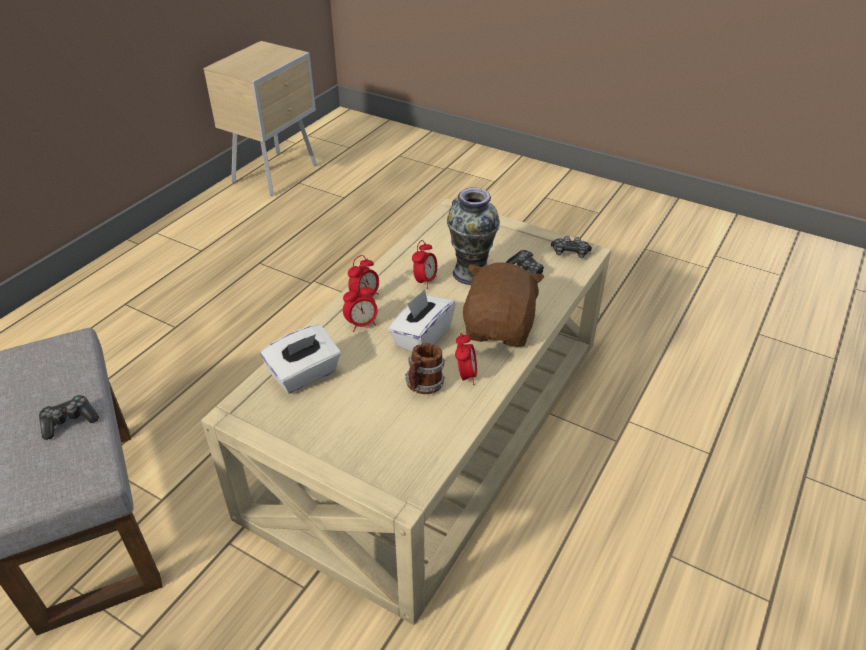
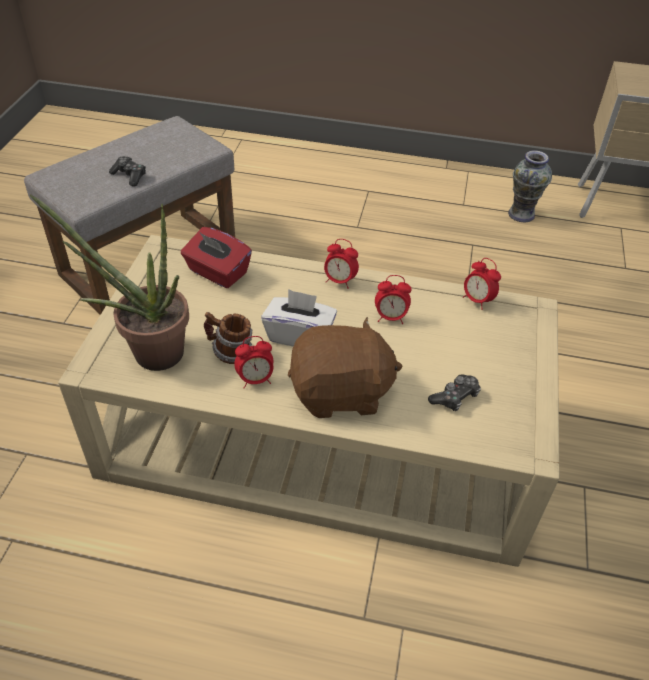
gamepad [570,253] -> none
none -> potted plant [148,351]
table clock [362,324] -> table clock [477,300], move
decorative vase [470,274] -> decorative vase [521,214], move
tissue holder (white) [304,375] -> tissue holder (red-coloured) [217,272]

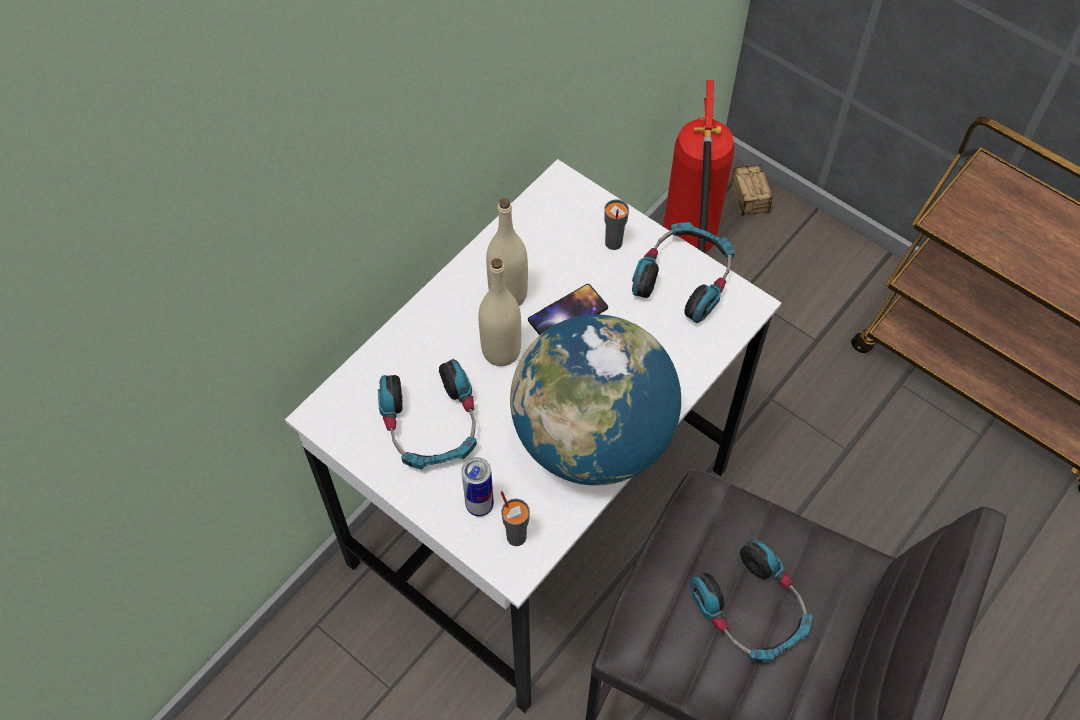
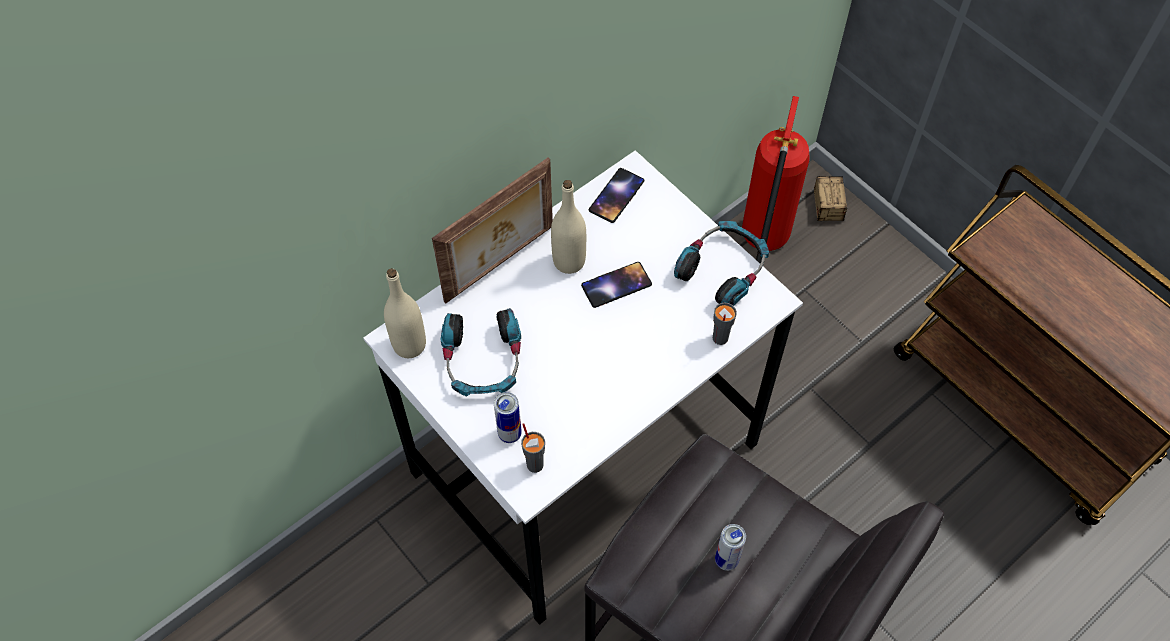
world globe [592,438] -> none
none -> photo frame [501,265]
none -> phone [616,196]
drink bottle (sand-coloured) [501,351] -> drink bottle (sand-coloured) [409,345], move
cup (grey) [613,243] -> cup (grey) [719,338], move
headphones [751,610] -> sealed can [726,560]

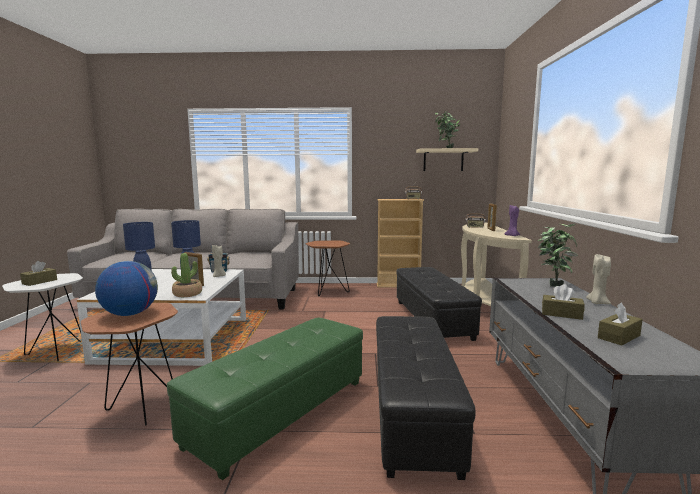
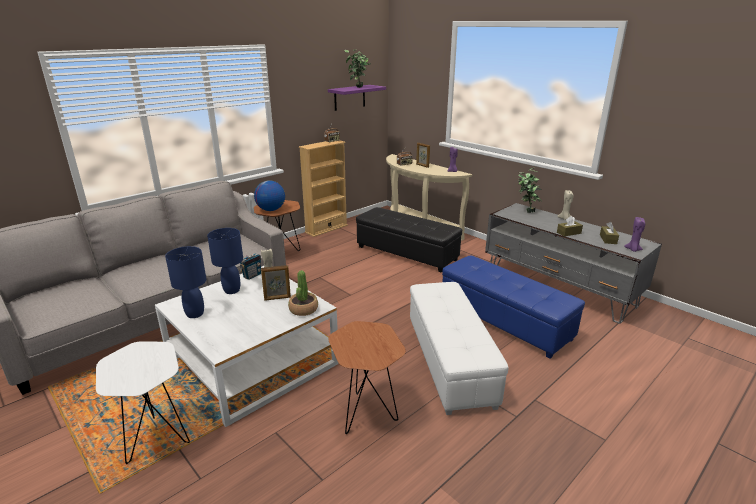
tissue holder (brown) [39,282] -> none
none -> candle (purplish) [633,249]
world globe [130,314] -> world globe [270,210], move
pouffe (green) [281,412] -> pouffe (white) [450,362]
pouffe (blackish) [414,411] -> pouffe (blue-coloured) [505,321]
wall shelf (sand-coloured) [443,160] -> wall shelf (purplish) [349,97]

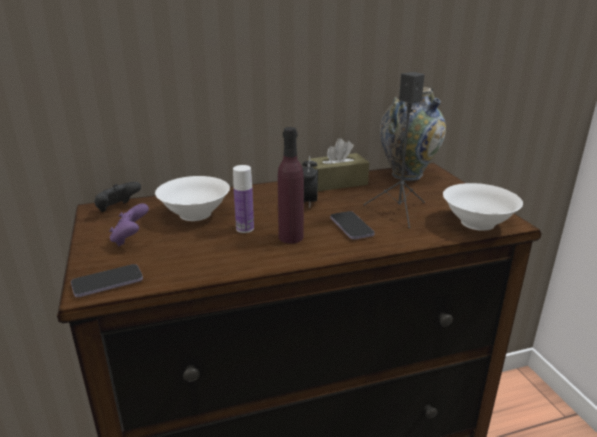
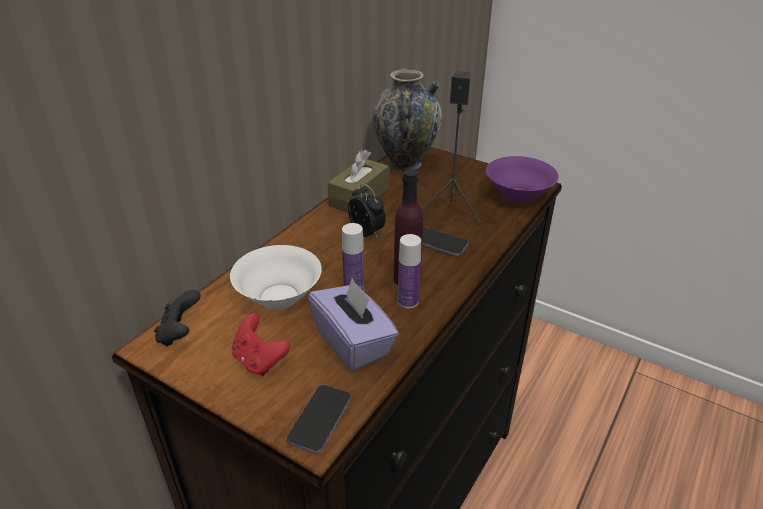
none -> tissue holder (purplish) [353,342]
none -> drink bottle [408,301]
gamepad (purplish) [130,239] -> gamepad (red-coloured) [259,360]
bowl (white) [476,223] -> bowl (purplish) [517,195]

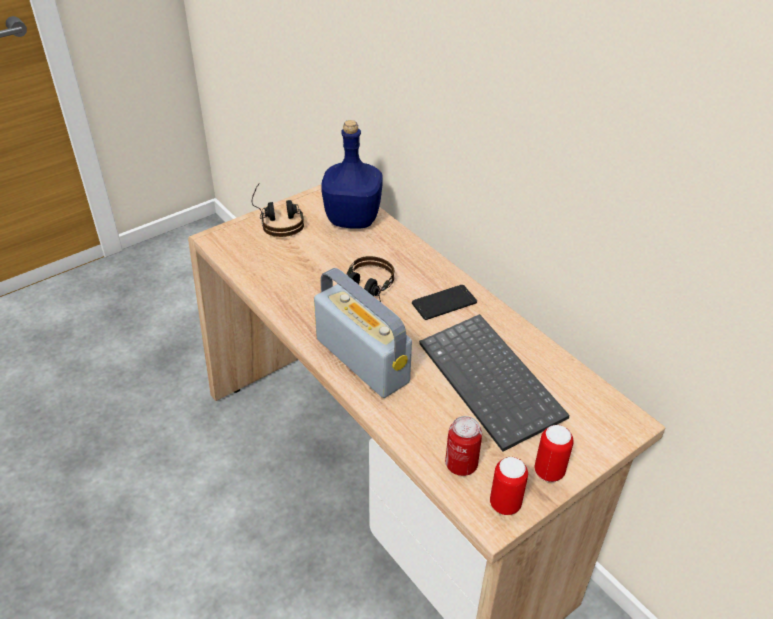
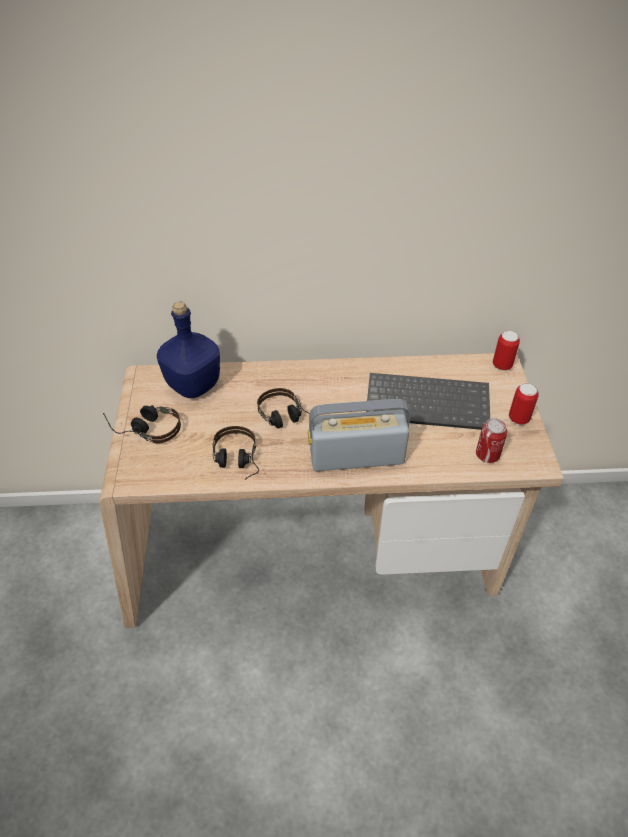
phone [444,303] -> none
none -> headphones [236,463]
sealed can [505,504] -> sealed can [502,365], move

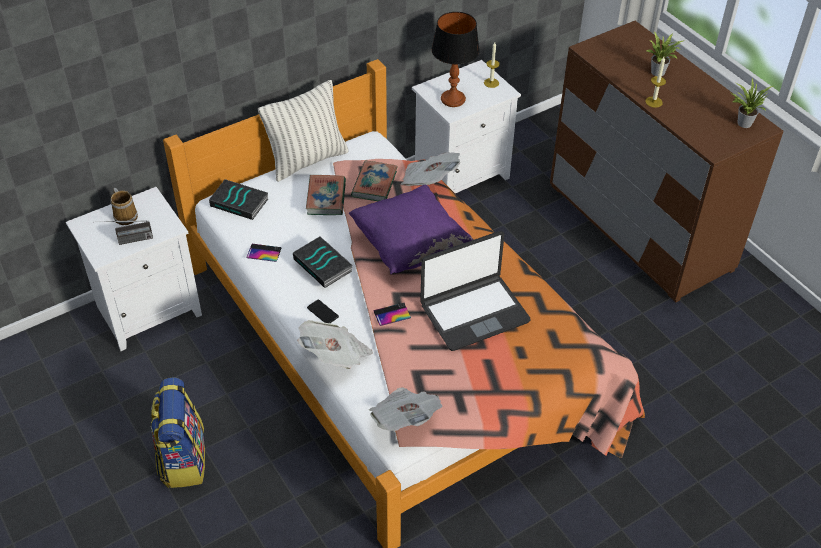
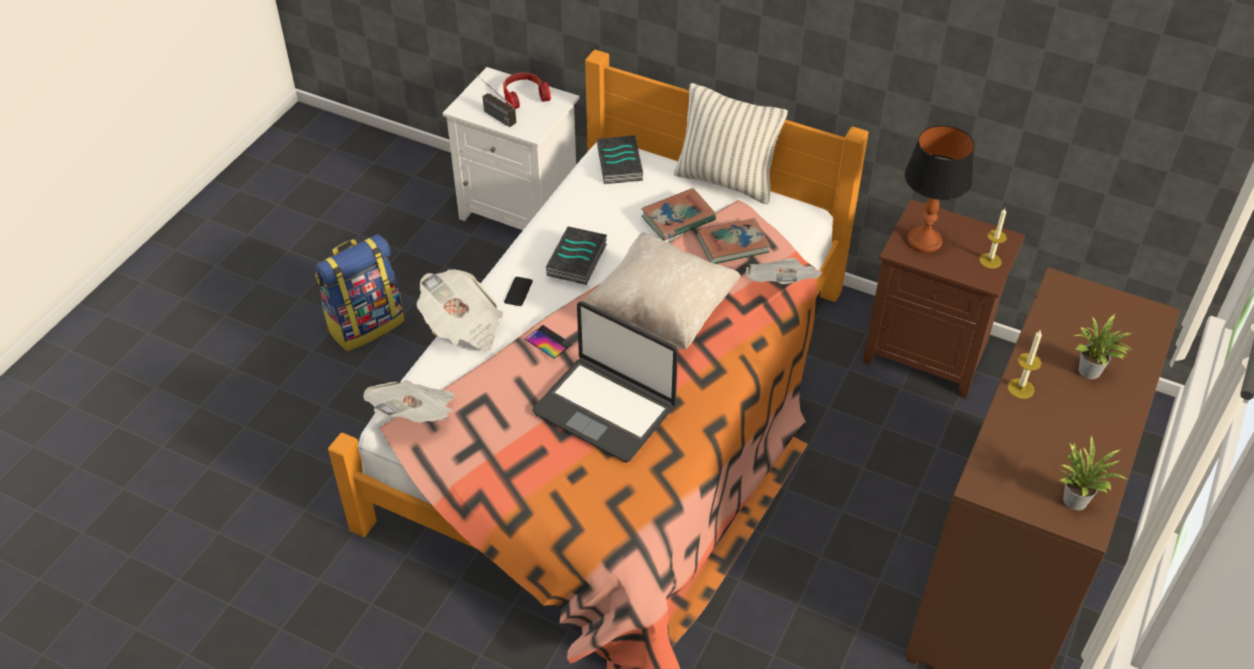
phone [264,253] -> none
coffee mug [126,215] -> headphones [524,96]
pillow (purplish) [409,246] -> pillow (sand-coloured) [661,313]
bedside table (white) [461,174] -> bedside table (brown) [929,351]

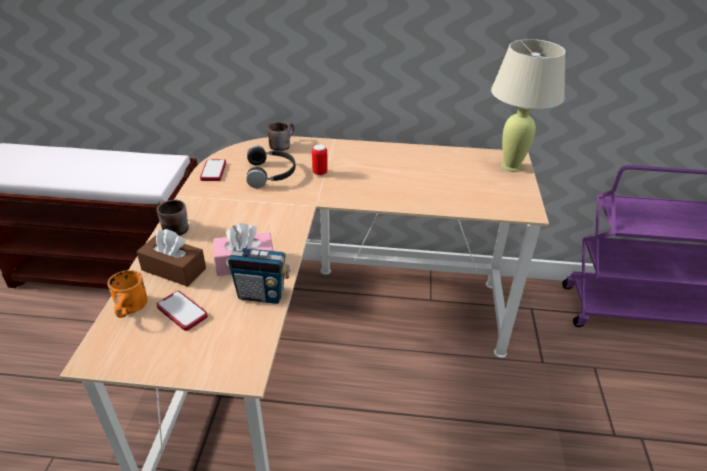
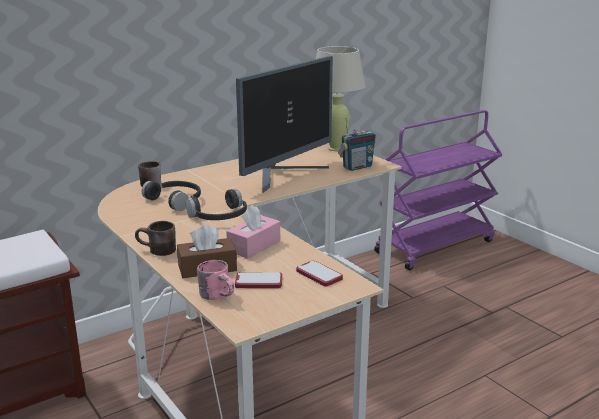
sealed can [320,173] -> none
none -> headphones (blackish) [220,216]
none -> monitor [284,175]
phone [213,171] -> phone [319,275], move
radio set [261,295] -> radio set [357,167], move
coffee mug (orange) [133,309] -> coffee mug (pink) [219,295]

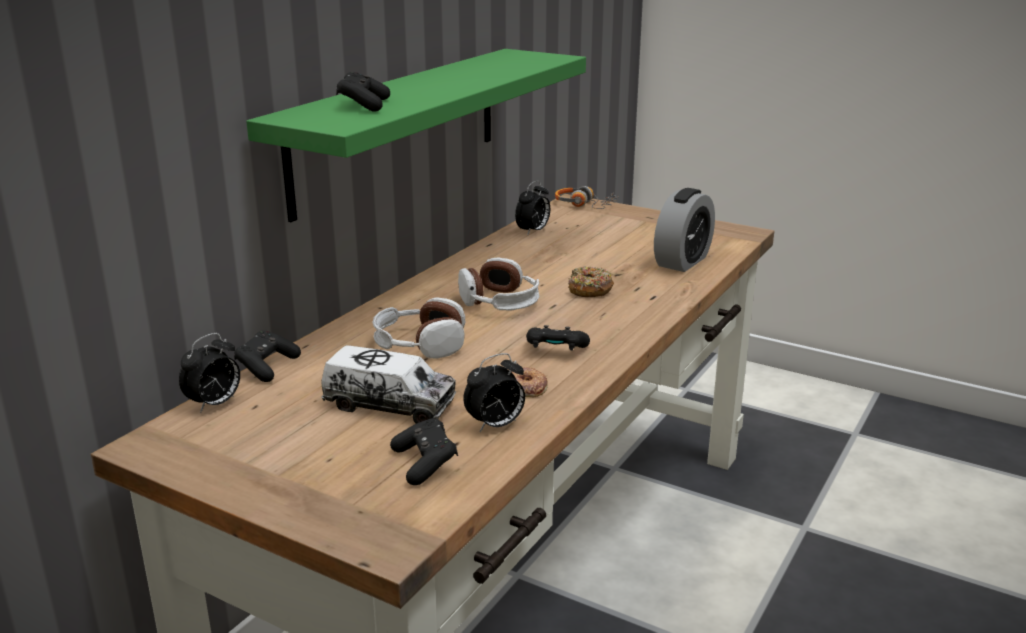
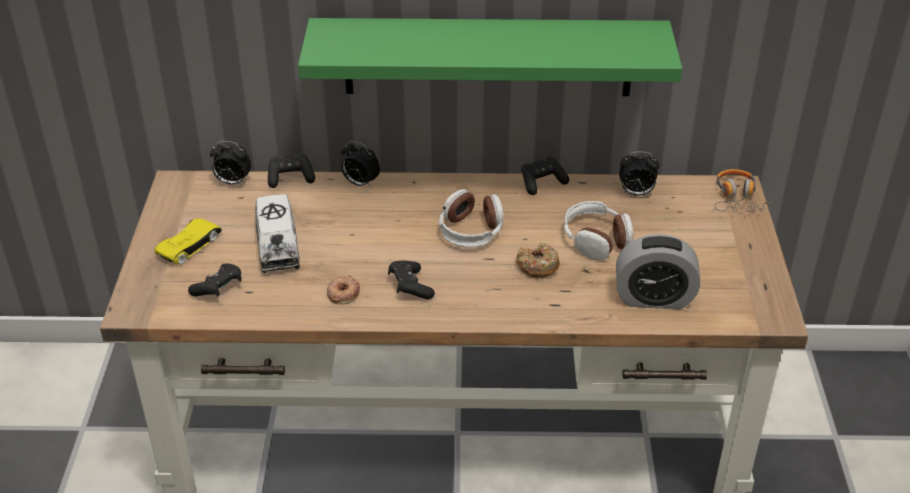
none -> toy car (yellow) [189,245]
gamepad (blackish) [363,105] -> gamepad (blackish) [542,183], move
headphones [419,344] -> headphones [596,239], move
table clock [495,425] -> table clock [360,183], move

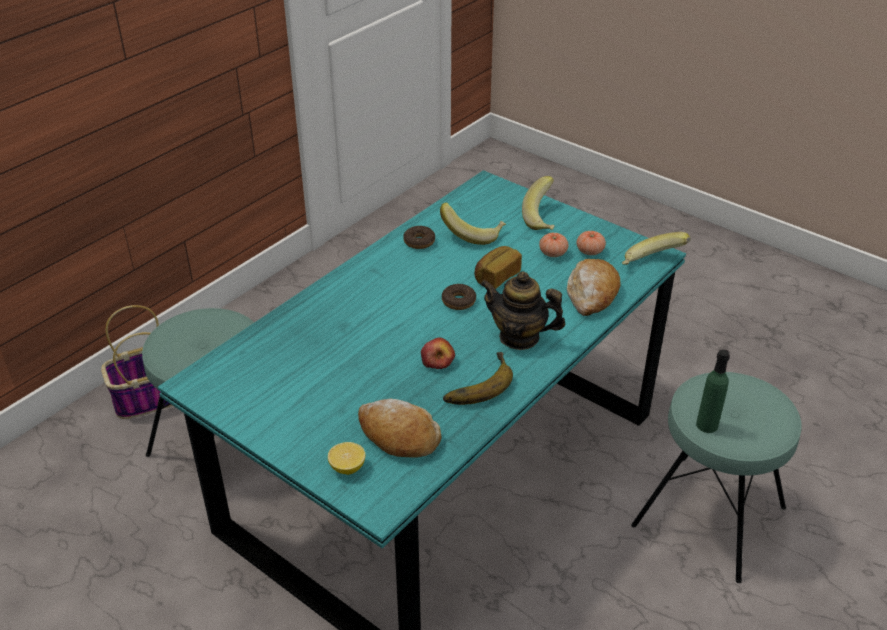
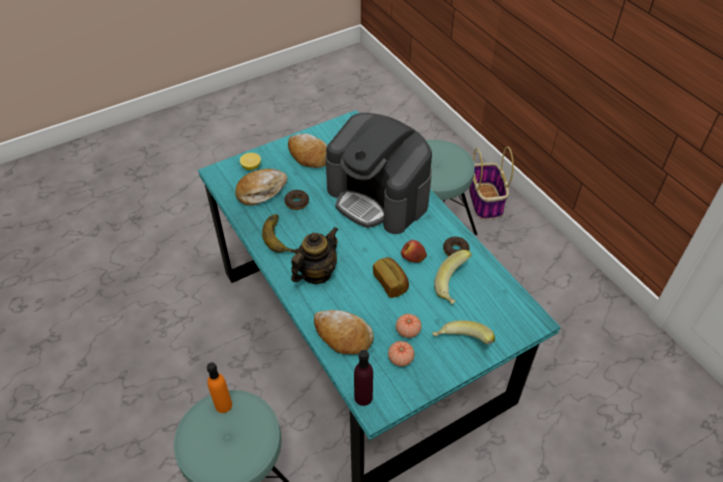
none -> bread [308,155]
none -> coffee machine [378,197]
whole apple [437,360] -> whole apple [413,256], move
ring doughnut [458,301] -> ring doughnut [297,202], move
banana [651,264] -> drink bottle (purplish) [363,397]
drink bottle (green) [707,425] -> drink bottle (orange) [223,405]

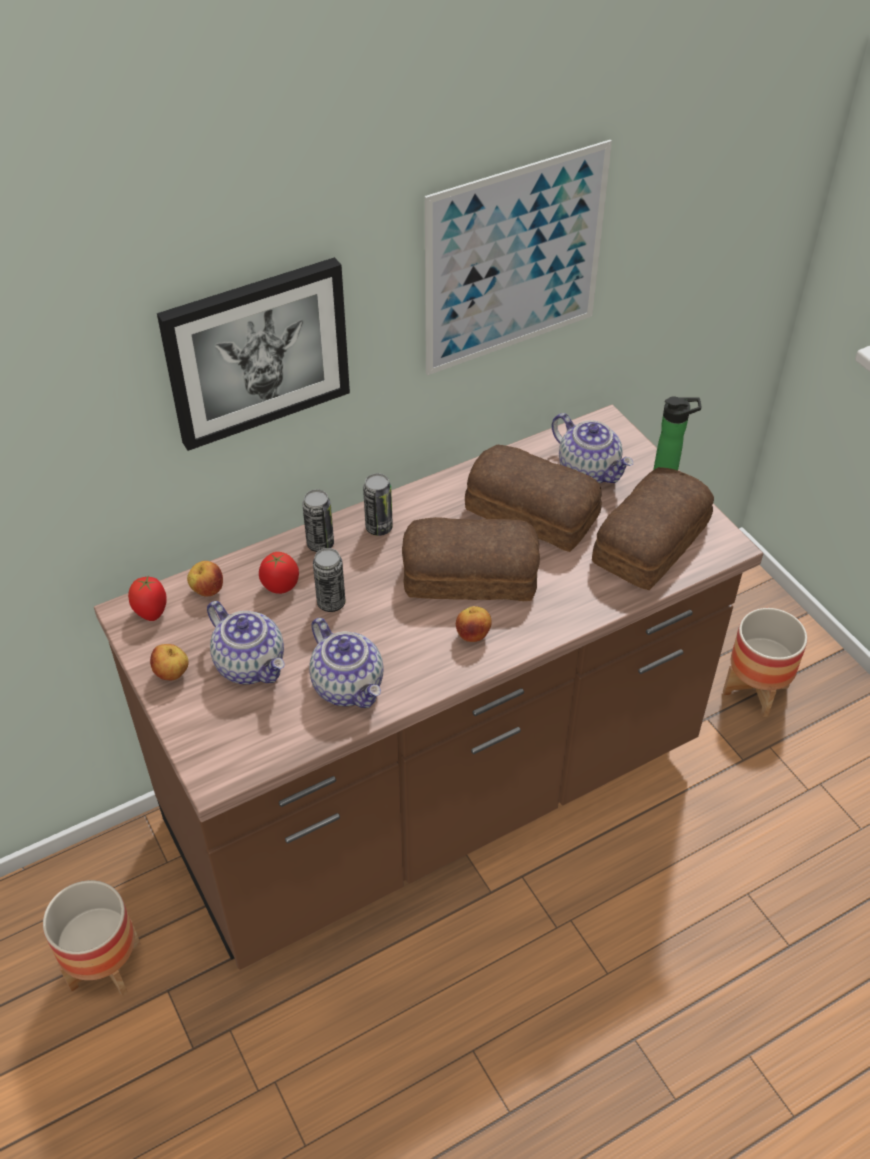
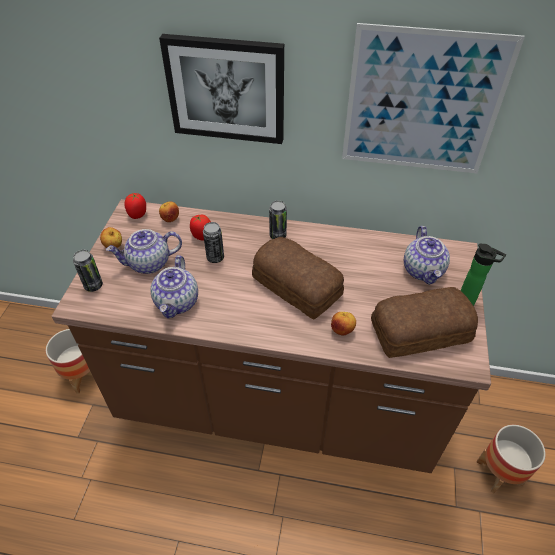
bread [531,510] -> none
sealed can [320,544] -> sealed can [93,285], move
whole apple [473,635] -> whole apple [342,330], move
pot for tea [251,664] -> pot for tea [149,264], 75 degrees clockwise

